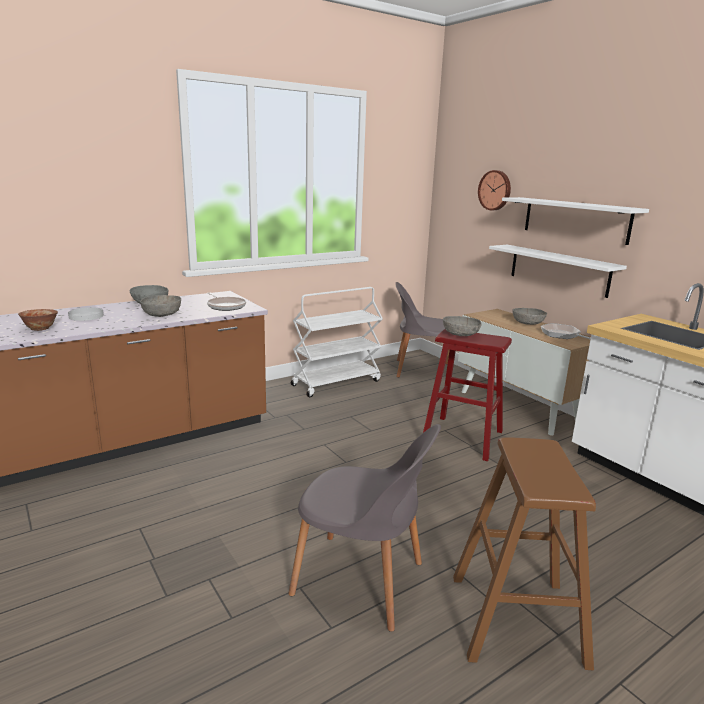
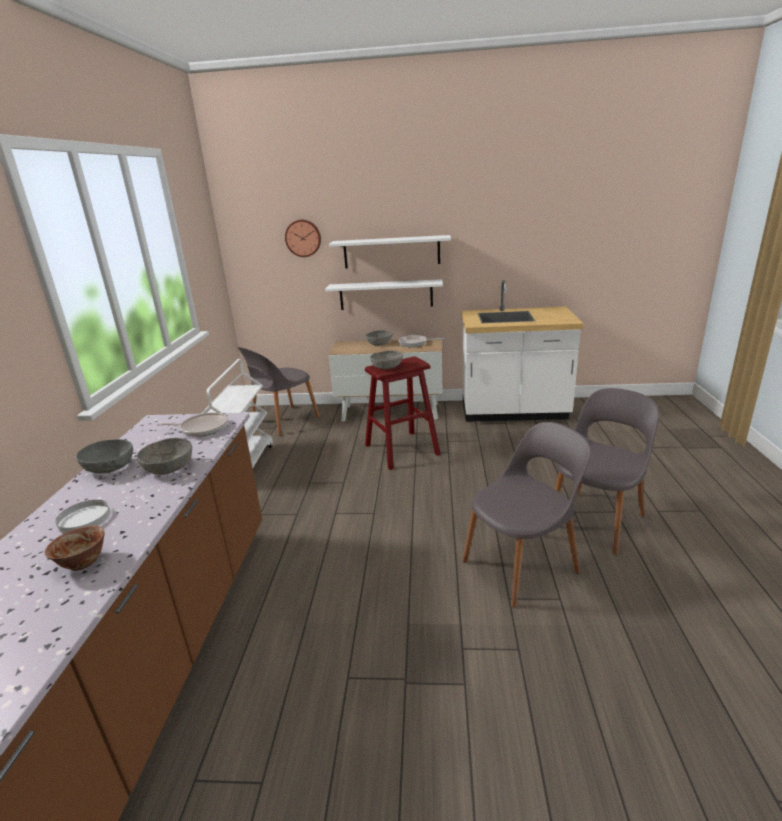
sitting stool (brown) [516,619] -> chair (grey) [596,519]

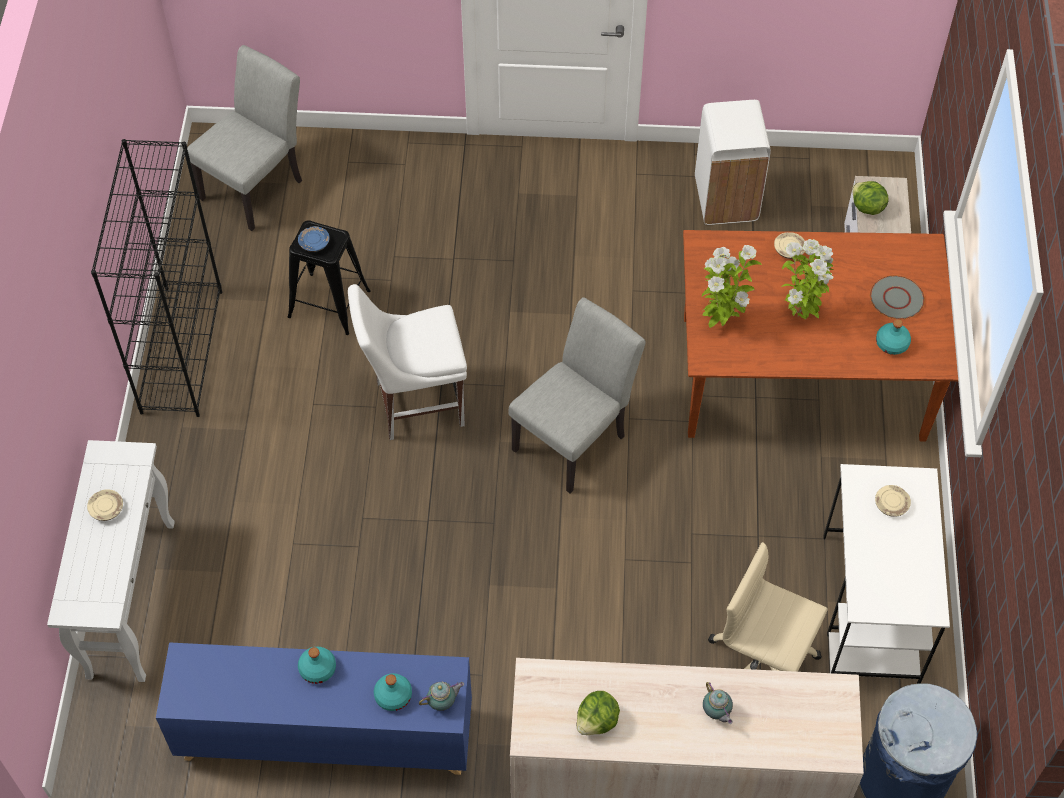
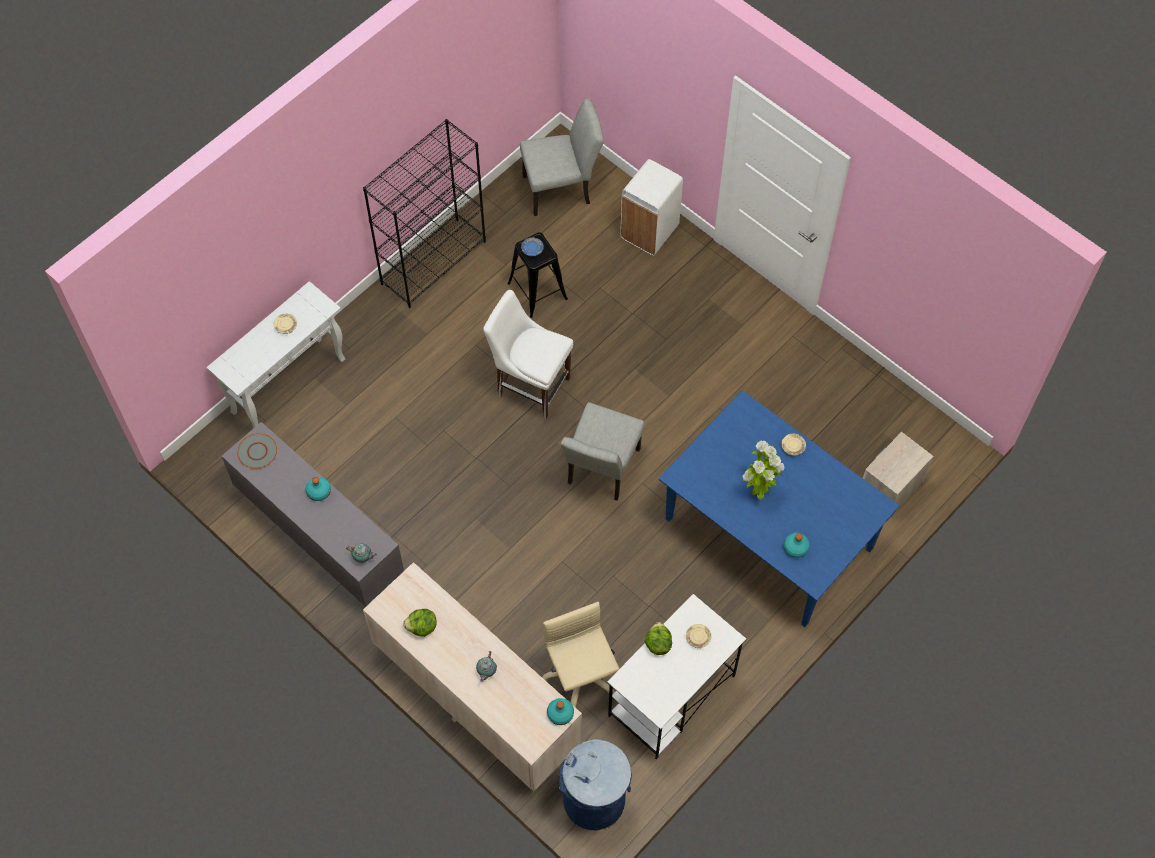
potted plant [720,322] -> none
drink bottle (turquoise) [393,695] -> drink bottle (turquoise) [560,713], move
rubbish bin (white) [726,199] -> rubbish bin (white) [650,231], move
lettuce [867,207] -> lettuce [658,644], move
plate (grey) [897,299] -> plate (grey) [257,452], move
storage cabinet (blue-coloured) [325,735] -> storage cabinet (grey) [319,534]
dinner table (brown) [803,376] -> dinner table (blue-coloured) [769,533]
chair (grey) [575,438] -> chair (grey) [600,471], 120 degrees clockwise

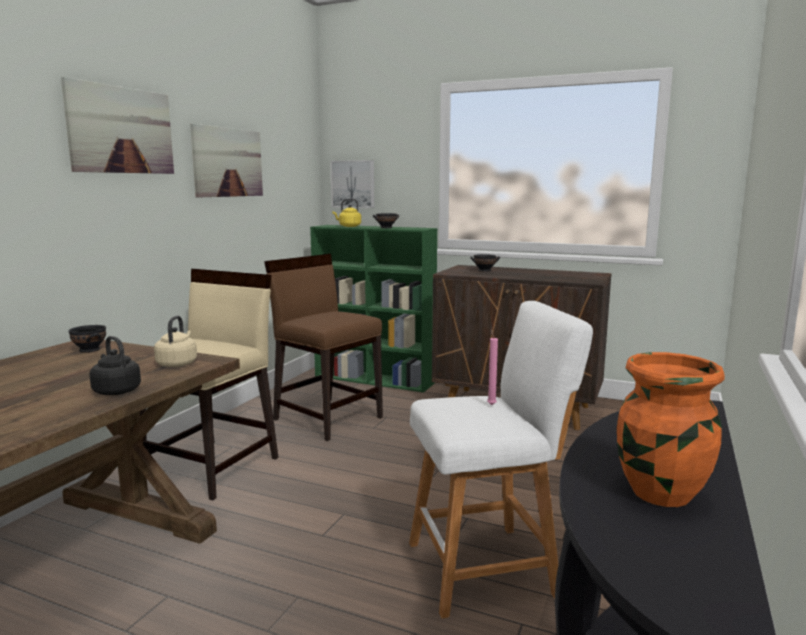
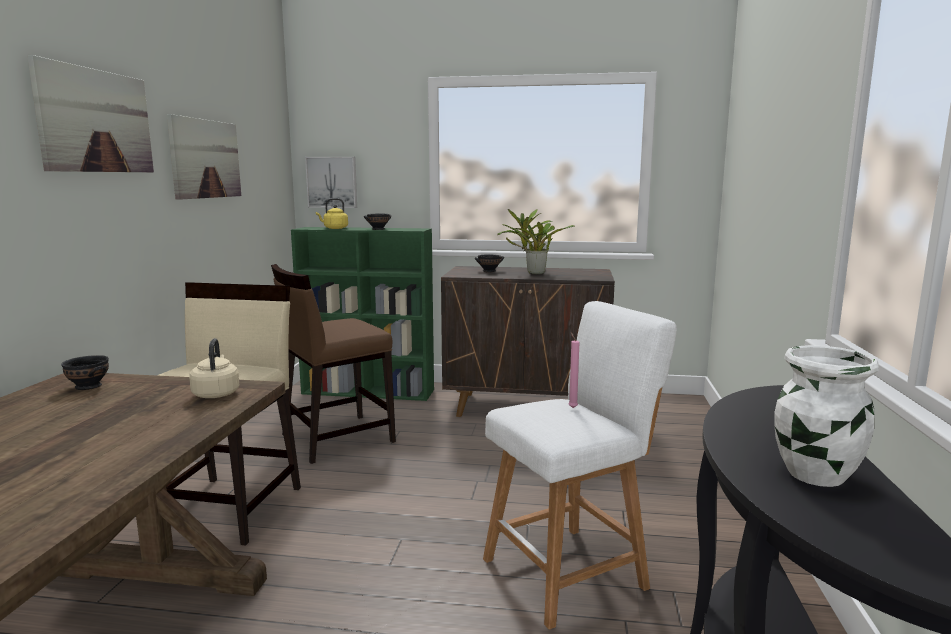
water kettle (blackish) [116,391] -> none
none -> potted plant [533,273]
decorative vase (orange) [660,493] -> decorative vase (white) [815,475]
chair (brown) [328,418] -> chair (brown) [336,438], 60 degrees counterclockwise

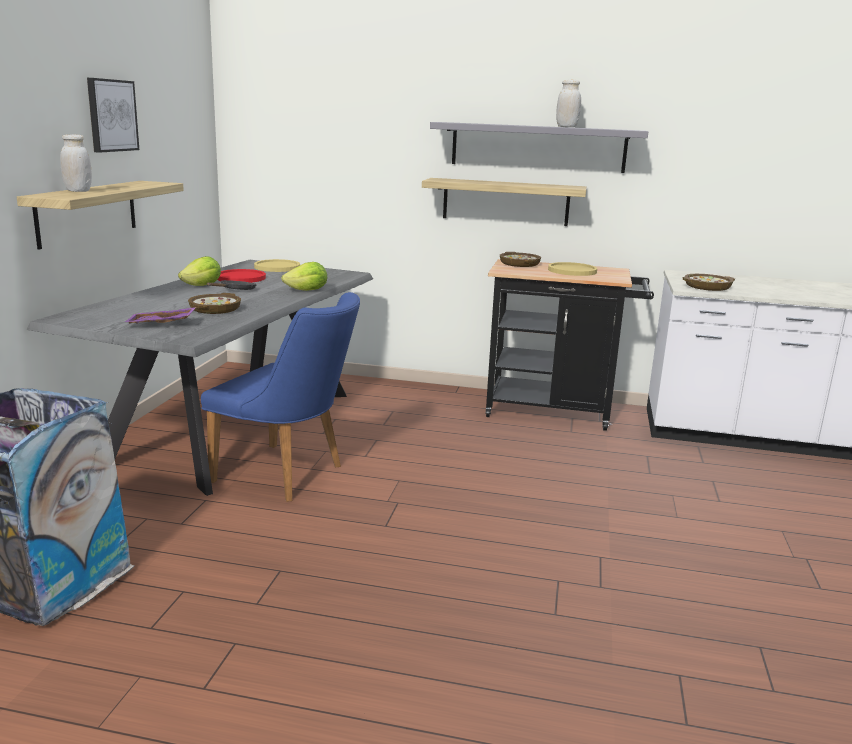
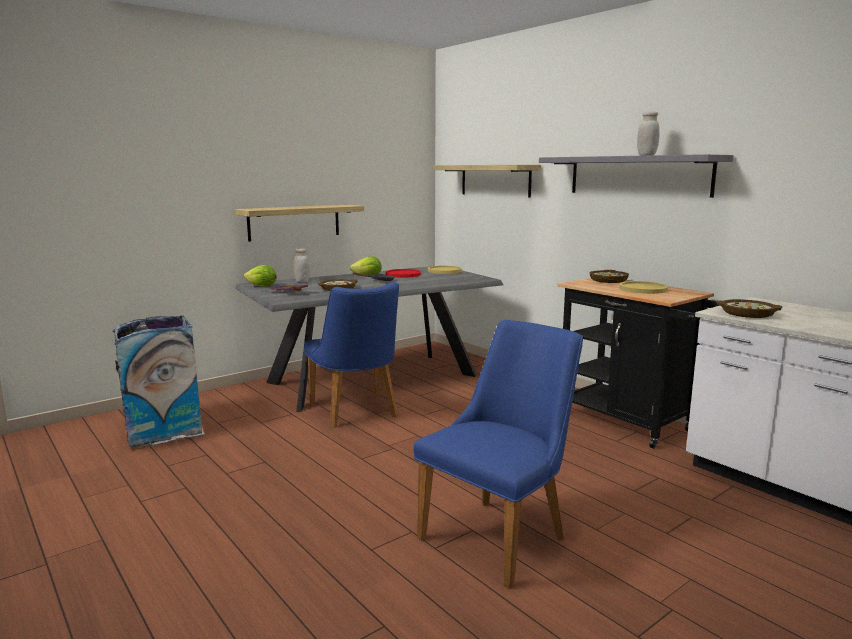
wall art [111,115] -> none
none -> chair (blue-coloured) [502,533]
preserve jar (white) [78,191] -> preserve jar (white) [302,281], move
lettuce [307,291] -> lettuce [262,286], move
wall shelf [505,202] -> wall shelf [495,180], move

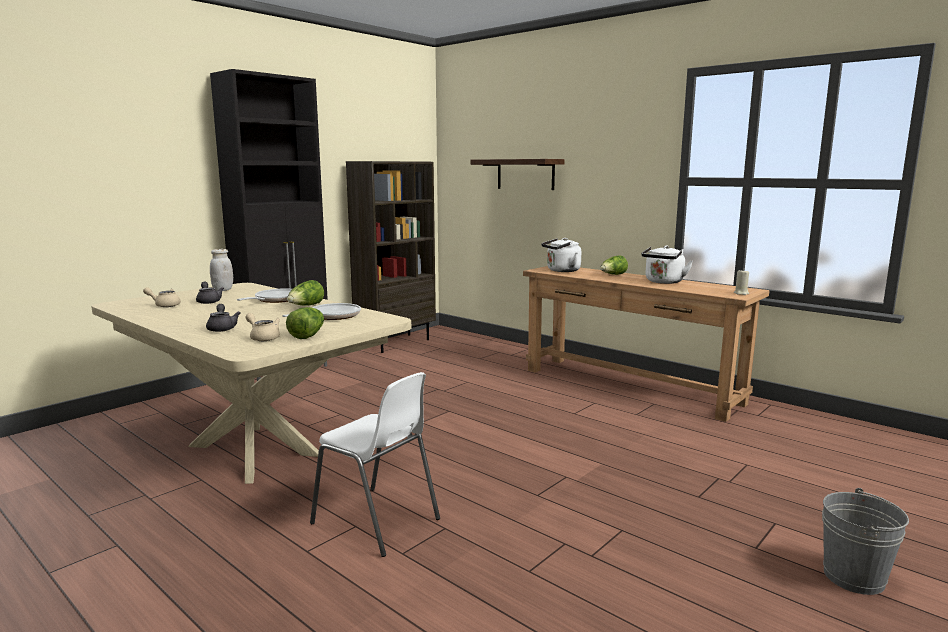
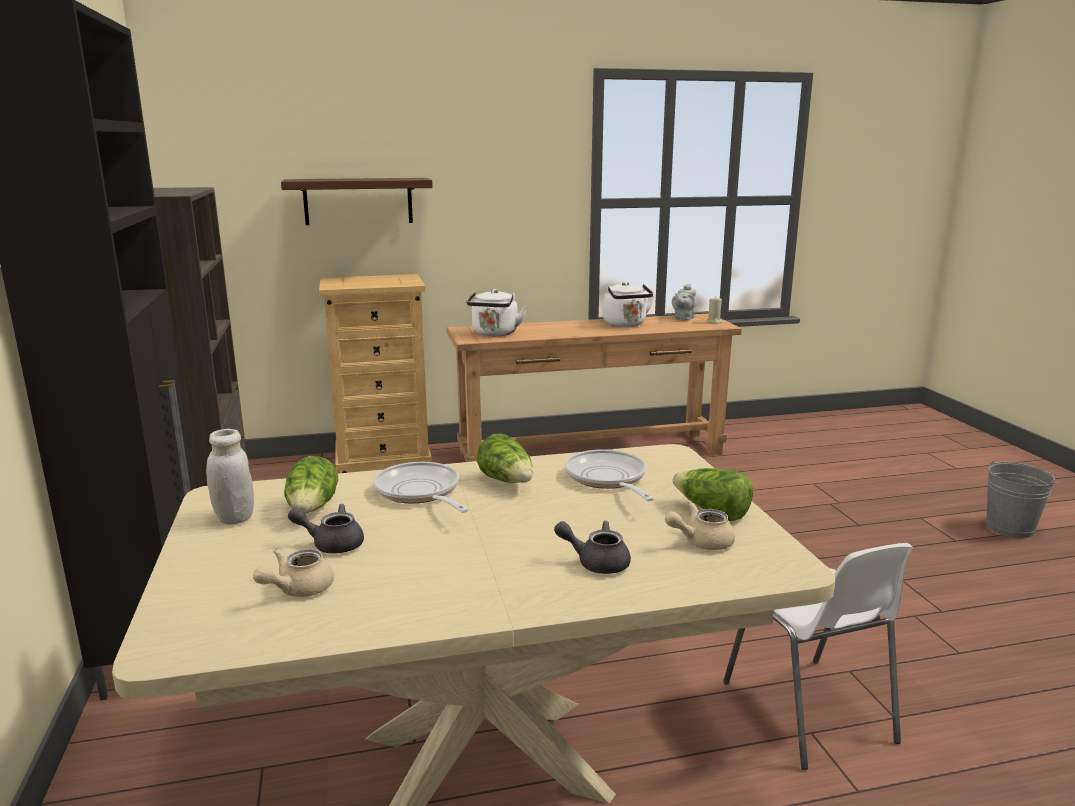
none -> drawer chest (sand-coloured) [383,462]
none -> pot for tea (grey) [683,318]
lettuce [613,275] -> lettuce [313,509], move
chair (white) [377,521] -> chair (white) [809,712], 90 degrees clockwise

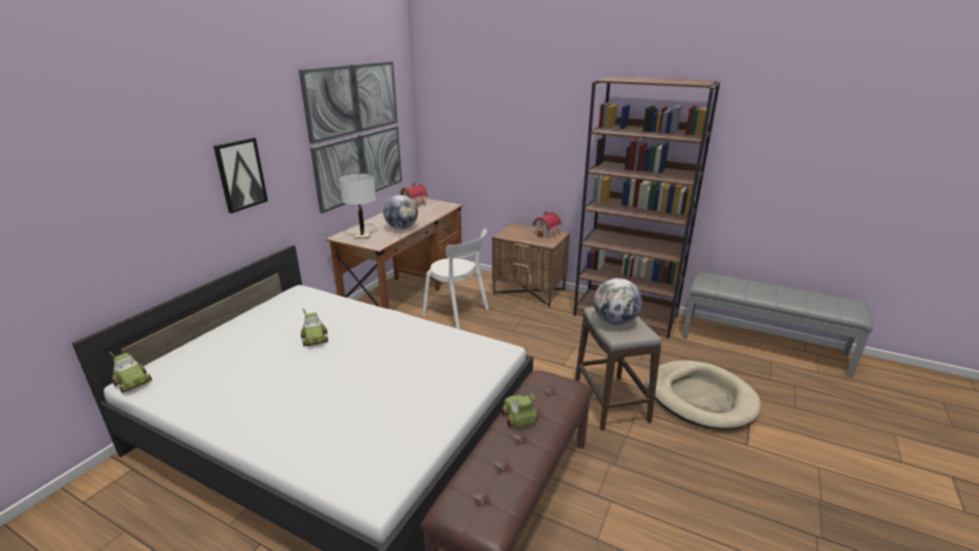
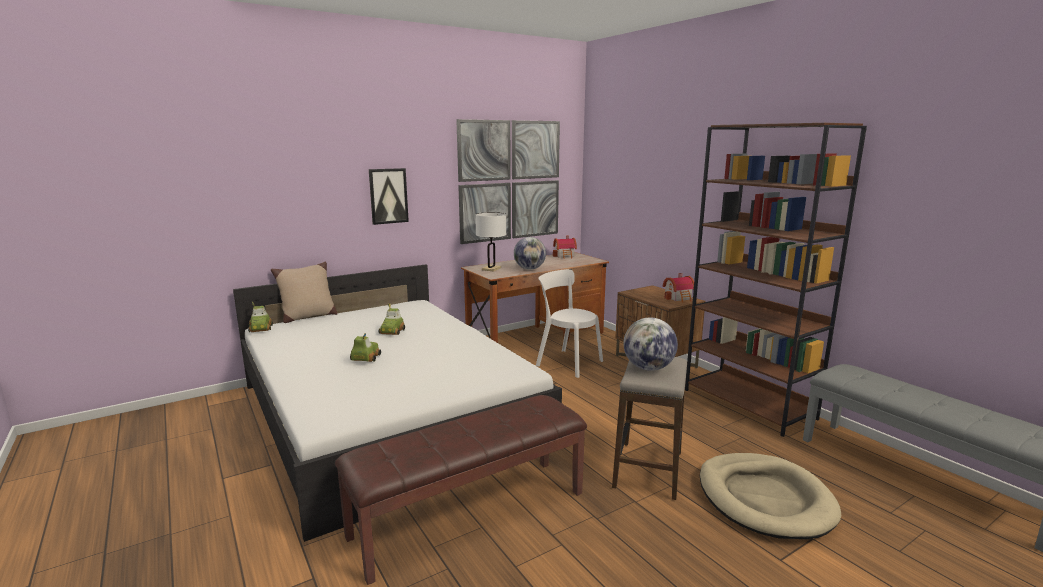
none -> pillow (sand-coloured) [308,317]
toy car [518,418] -> toy car [365,358], move
chair (white) [458,313] -> chair (white) [567,362], 150 degrees clockwise

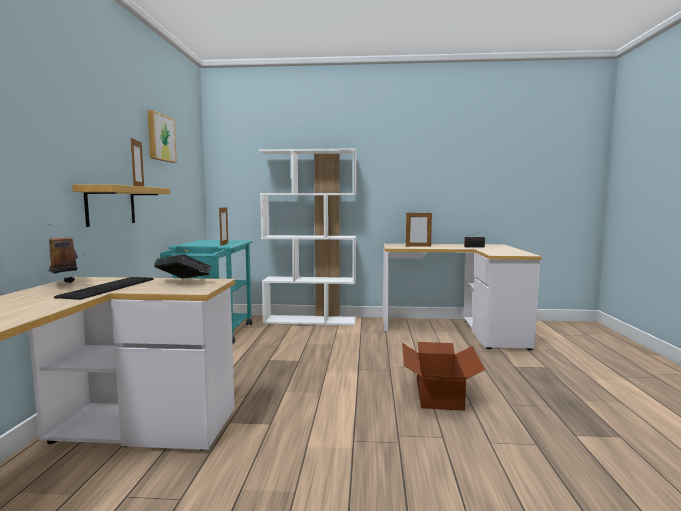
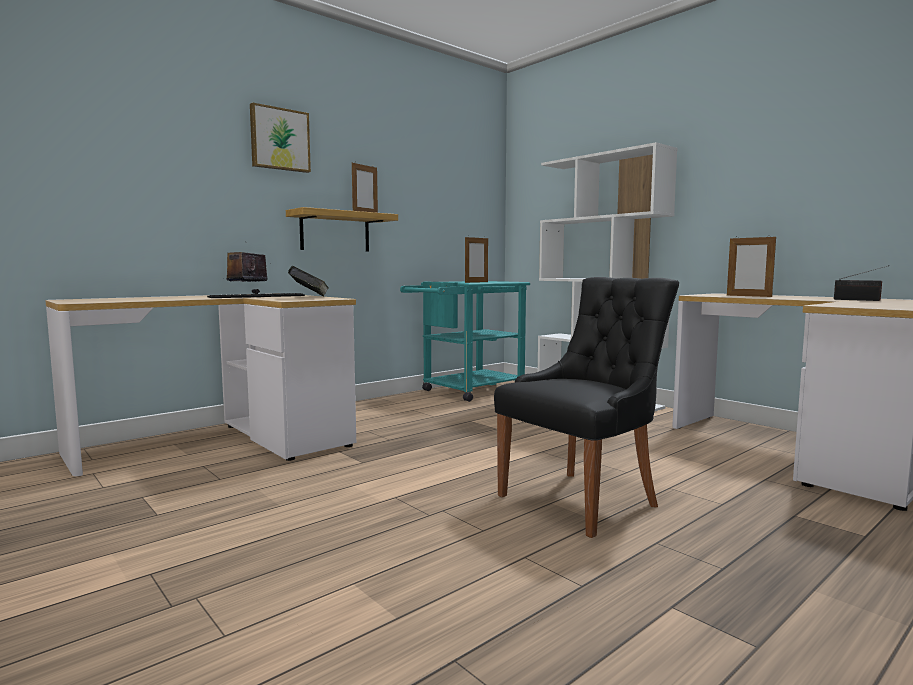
wall art [160,138] -> wall art [279,139], move
carton [439,393] -> chair (blackish) [582,499]

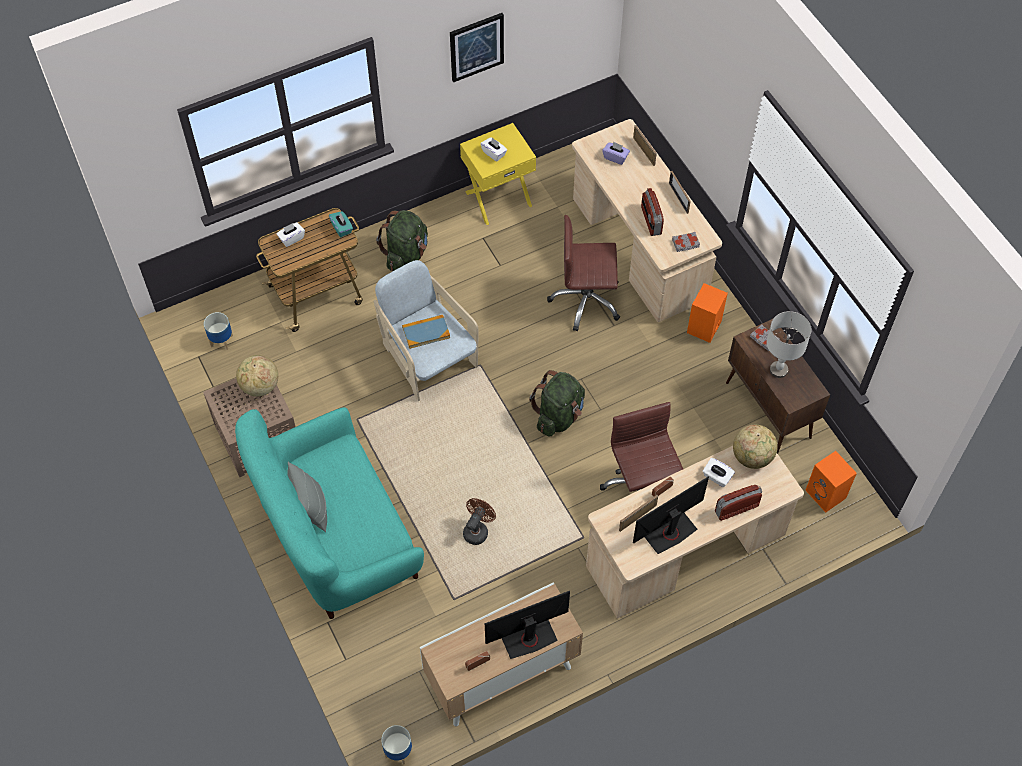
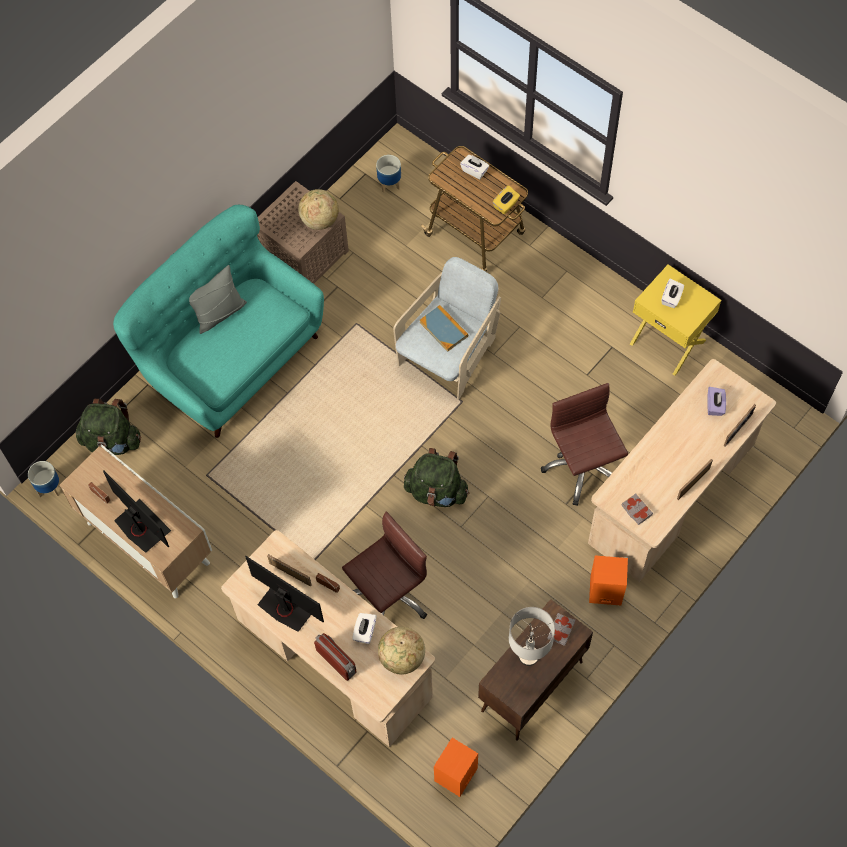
wall art [476,46] -> none
cooling fan (brown) [477,530] -> none
radio set [650,220] -> none
rucksack (green) [406,255] -> rucksack (green) [112,441], move
tissue holder (turquoise) [342,228] -> tissue holder (yellow) [506,205]

